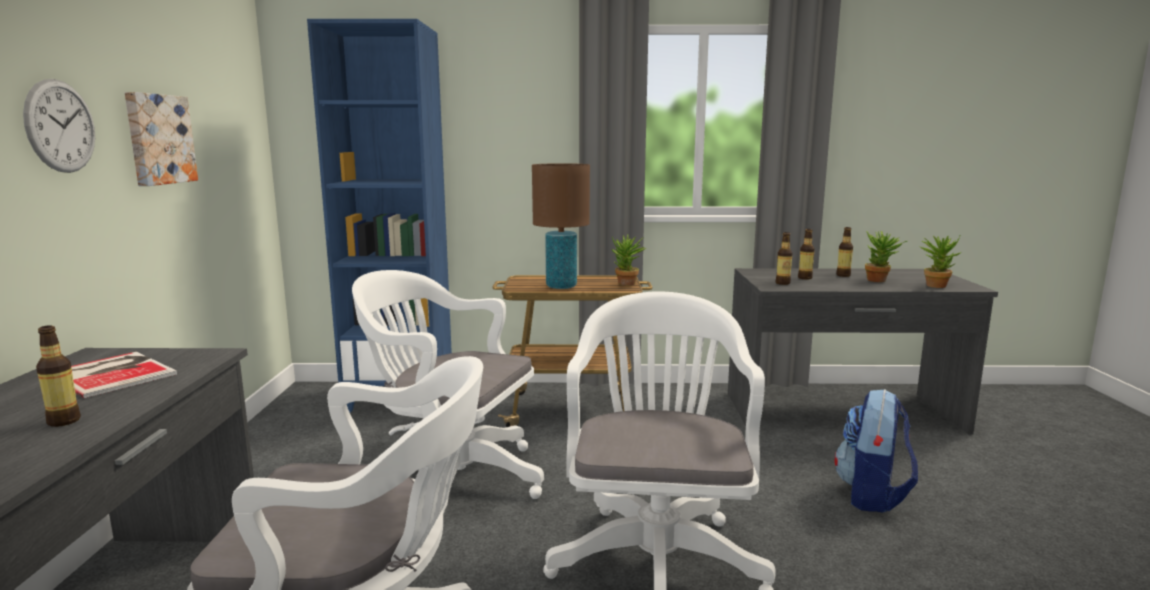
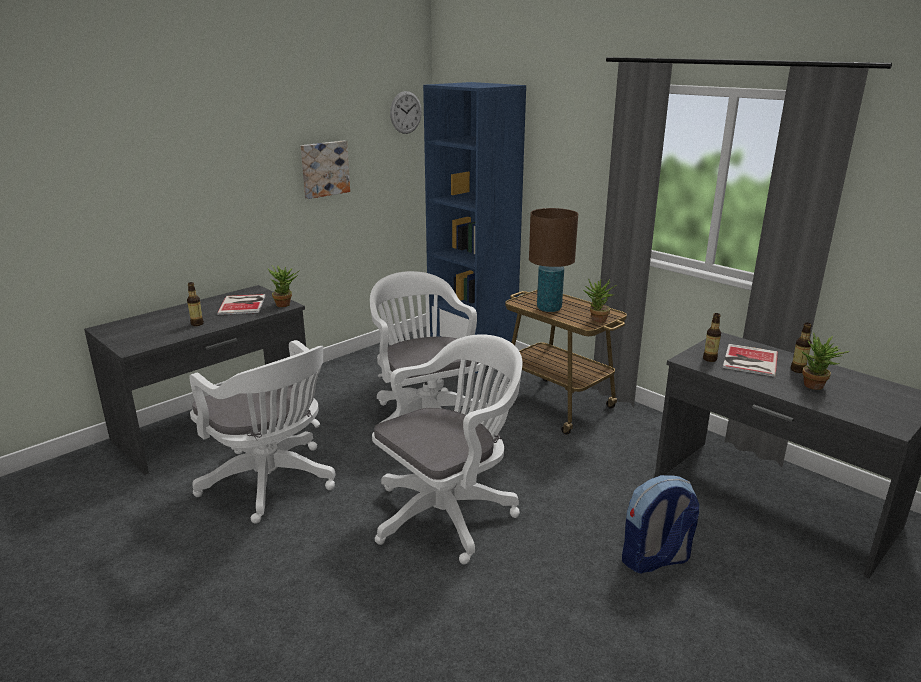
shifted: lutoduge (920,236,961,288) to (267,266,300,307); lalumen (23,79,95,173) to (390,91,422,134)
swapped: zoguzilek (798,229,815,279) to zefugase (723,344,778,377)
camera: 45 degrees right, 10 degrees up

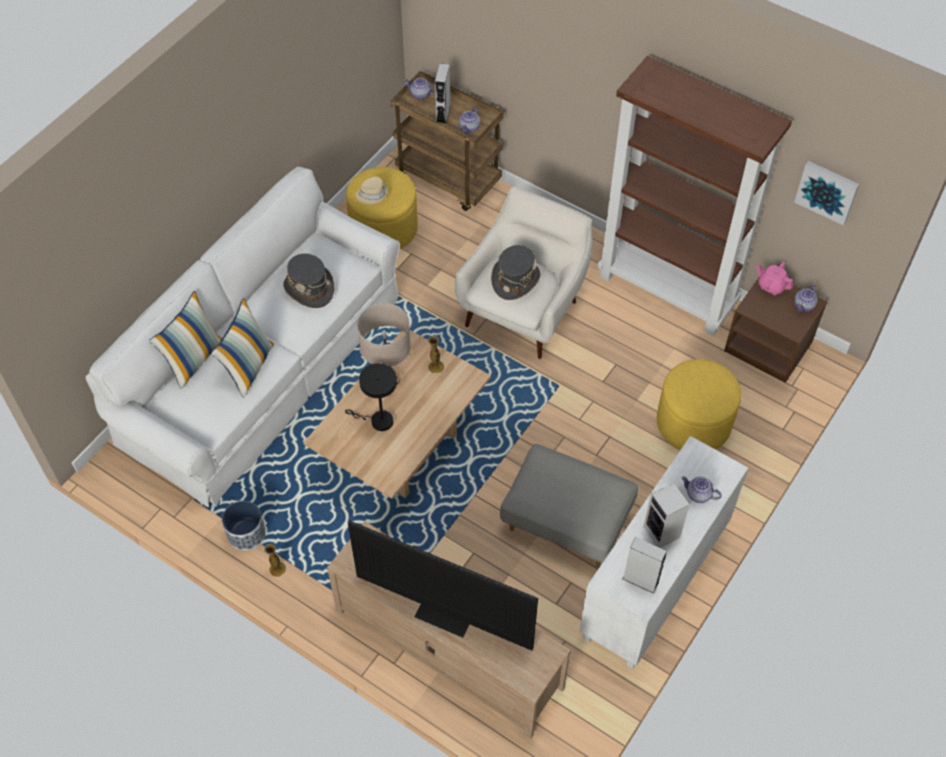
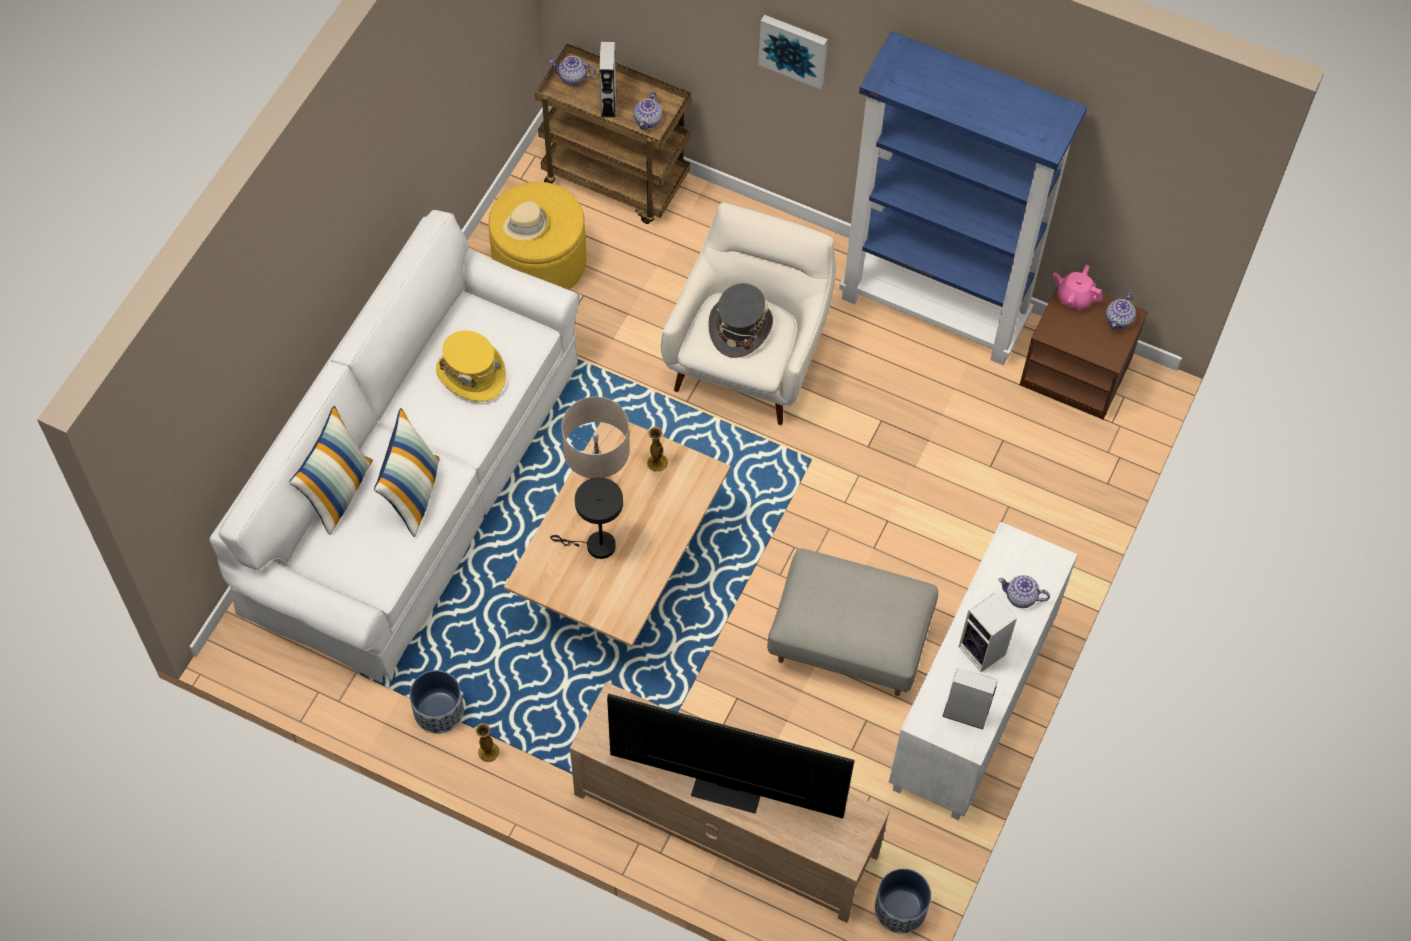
gone: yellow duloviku (657,359,741,450)
new: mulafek (875,869,931,934)
shifted: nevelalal (794,161,860,225) to (758,15,828,89)
repainted: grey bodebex (283,254,334,308) to yellow bodebex (436,330,506,402); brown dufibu (598,56,792,336) to blue dufibu (839,31,1087,365)
camera: 10 degrees left, 5 degrees up

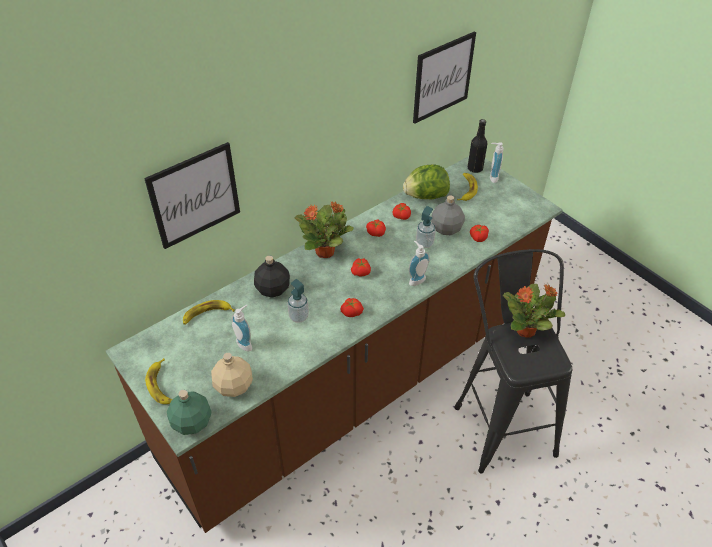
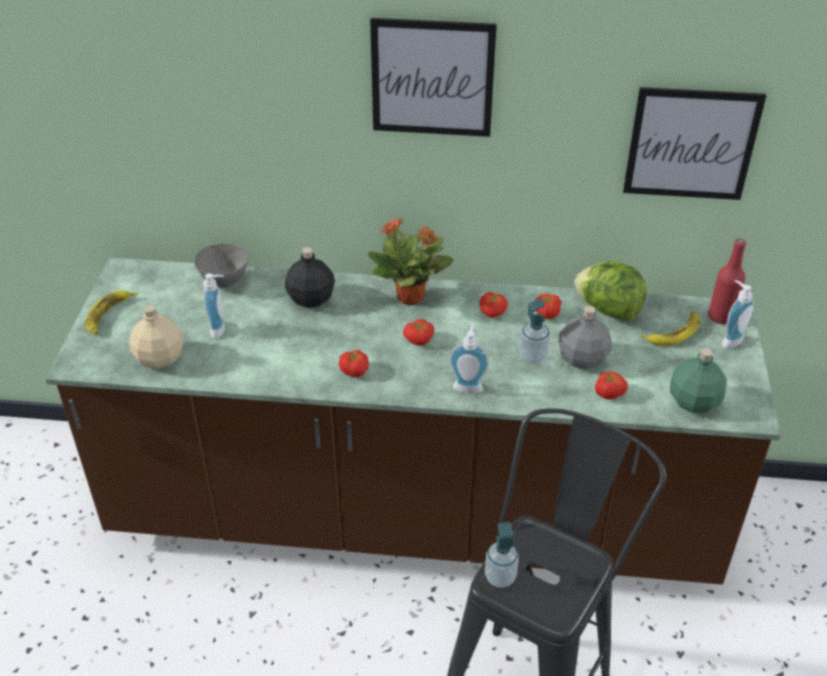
gone: lutoduge (503,284,565,338)
shifted: nevelalal (144,142,240,249) to (370,18,497,137); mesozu (287,279,309,323) to (485,522,519,588); green zoguzilek (167,389,212,435) to (670,348,727,413)
swapped: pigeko (183,300,235,325) to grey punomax (194,243,248,288)
repainted: black zoguzilek (468,119,488,173) to red zoguzilek (708,239,746,324)
camera: 45 degrees right, 5 degrees down

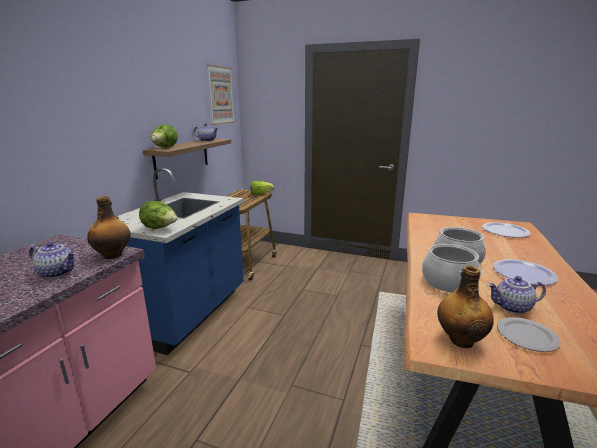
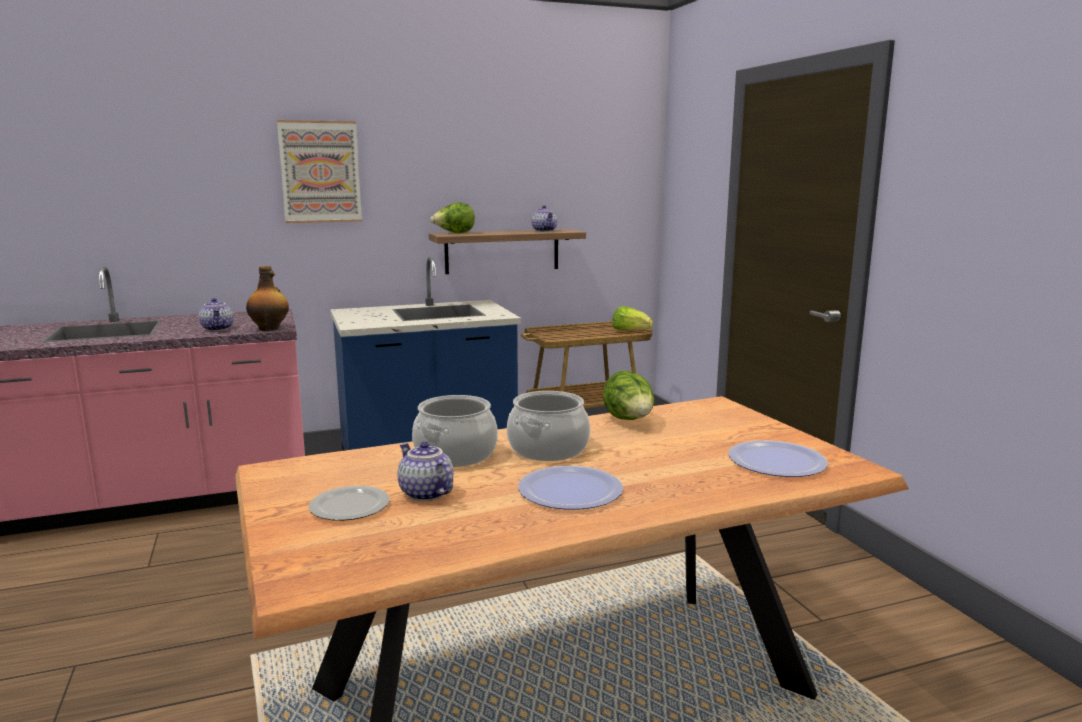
gone: zoguzilek (437,266,494,348)
shifted: nevelalal (207,65,235,125) to (277,120,362,223); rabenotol (139,201,178,229) to (603,371,655,420)
camera: 50 degrees right, 5 degrees down

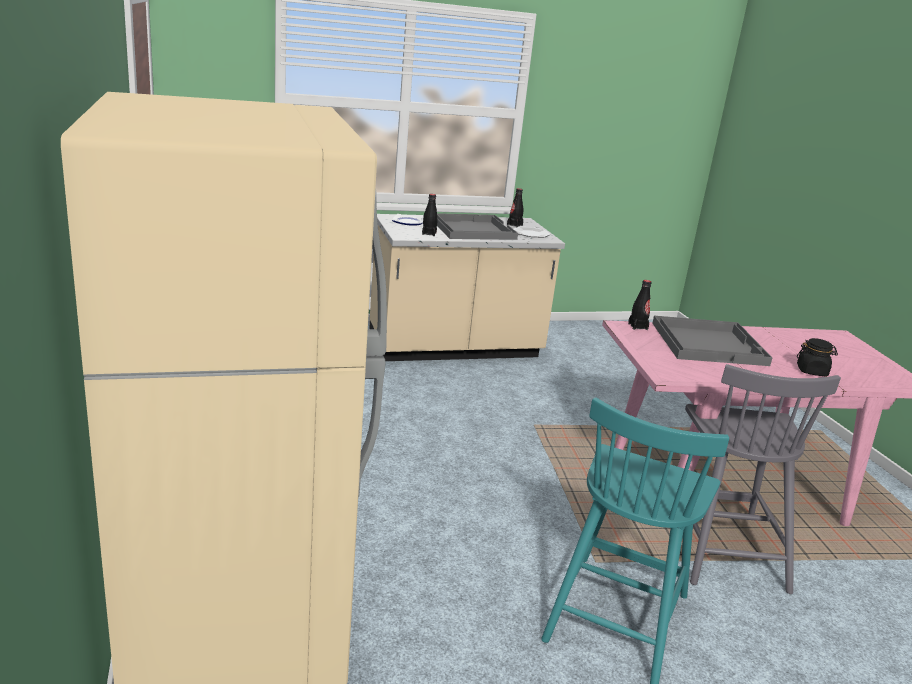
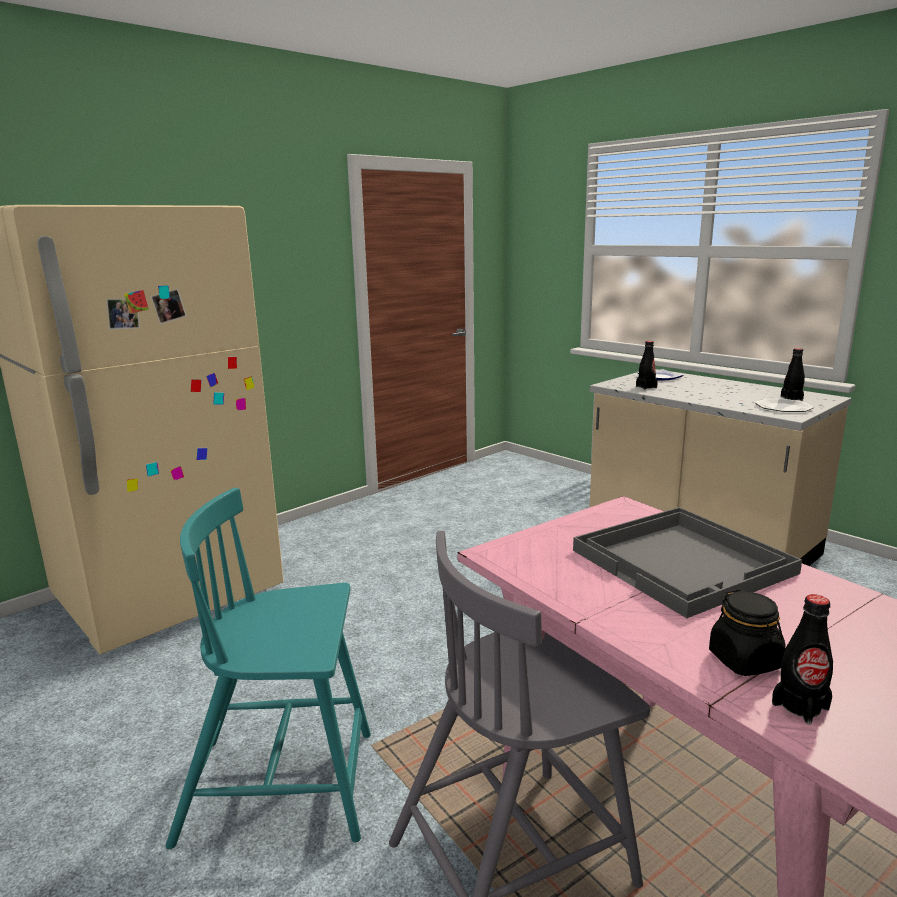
gone: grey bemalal (437,213,518,240)
shifted: black zoguzilek (628,280,652,330) to (772,594,833,725)
camera: 65 degrees right, 5 degrees down

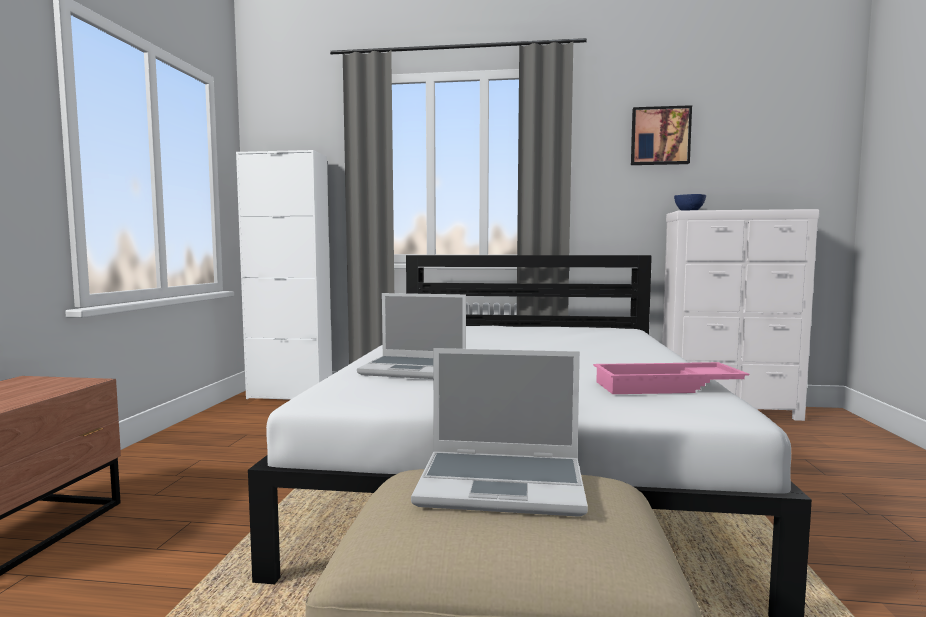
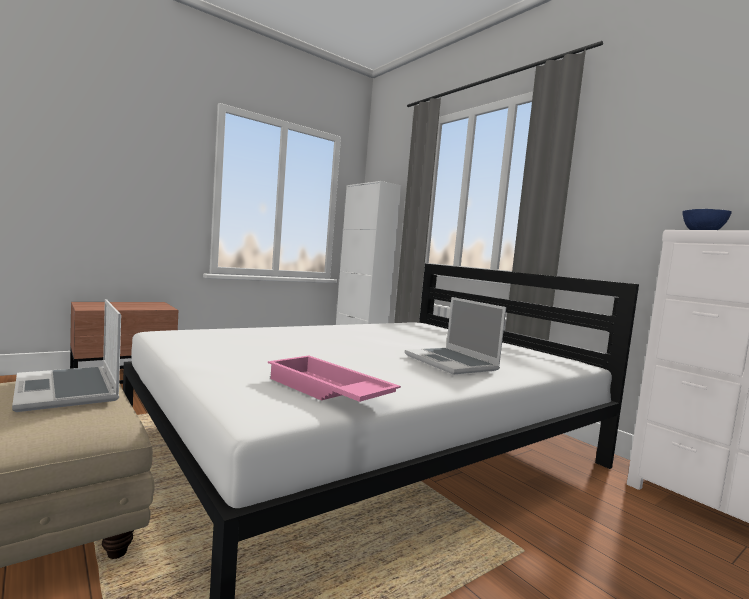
gone: nevelalal (631,105,692,165)
shifted: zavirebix (357,293,466,379) to (405,297,506,375)
camera: 45 degrees right, 0 degrees up

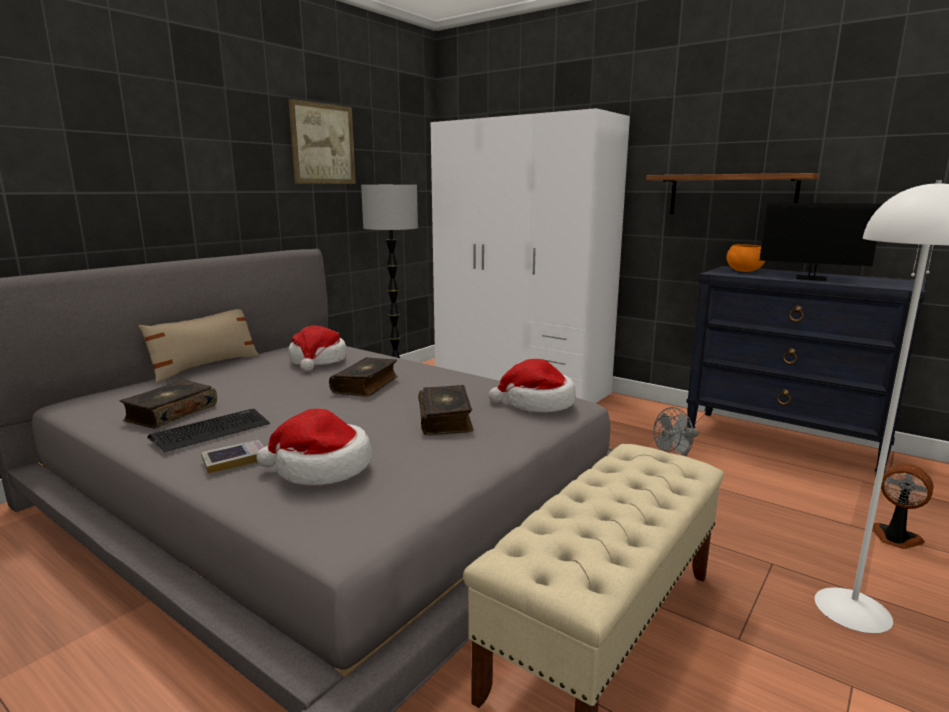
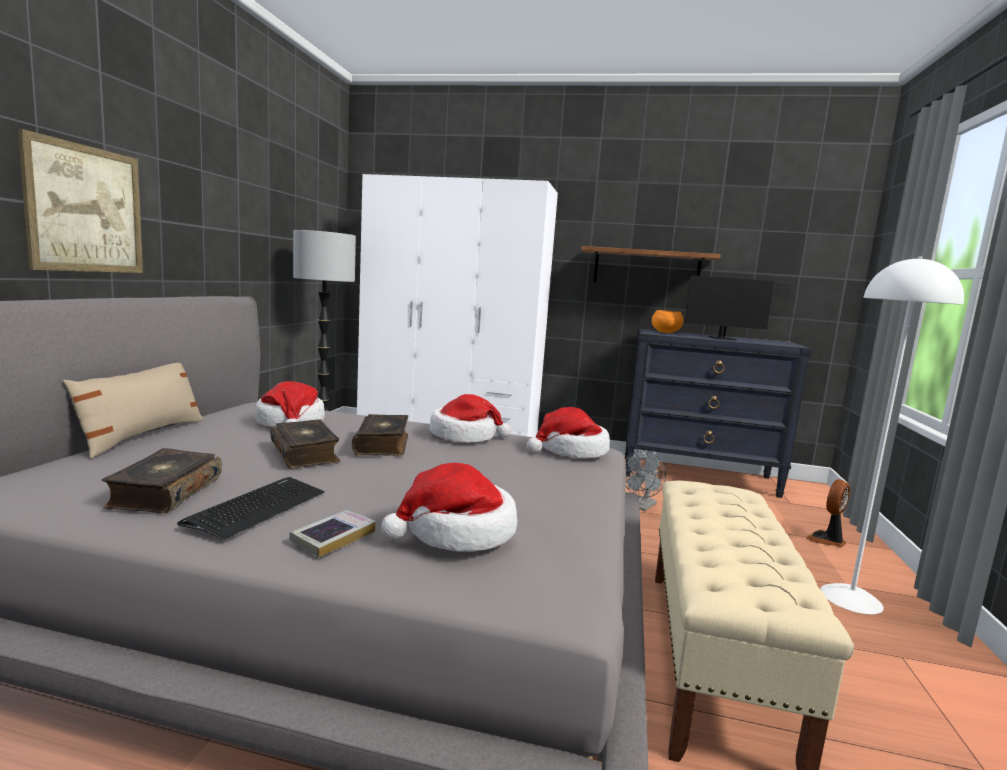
new: bodebex (429,394,511,443)
shifted: nevelalal (288,99,356,184) to (18,129,143,273); zefugase (418,385,474,435) to (270,419,341,469)
rotated: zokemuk (872,464,934,549) = (806,479,850,547) 60 degrees counterclockwise
camera: 25 degrees left, 5 degrees down

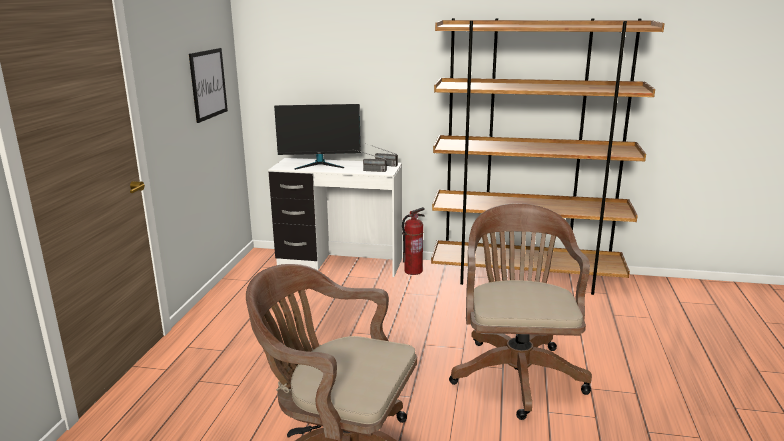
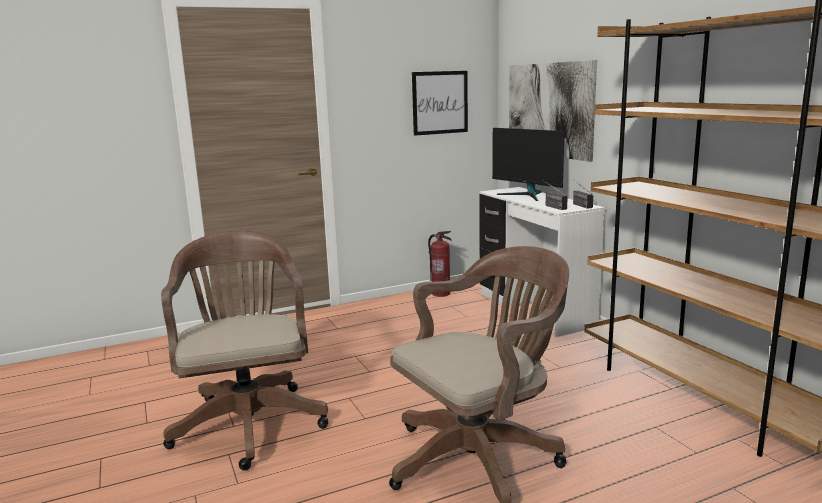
new: nevelalal (509,60,597,162)
shifted: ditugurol (402,207,425,275) to (428,231,452,297)
camera: 55 degrees right, 5 degrees down

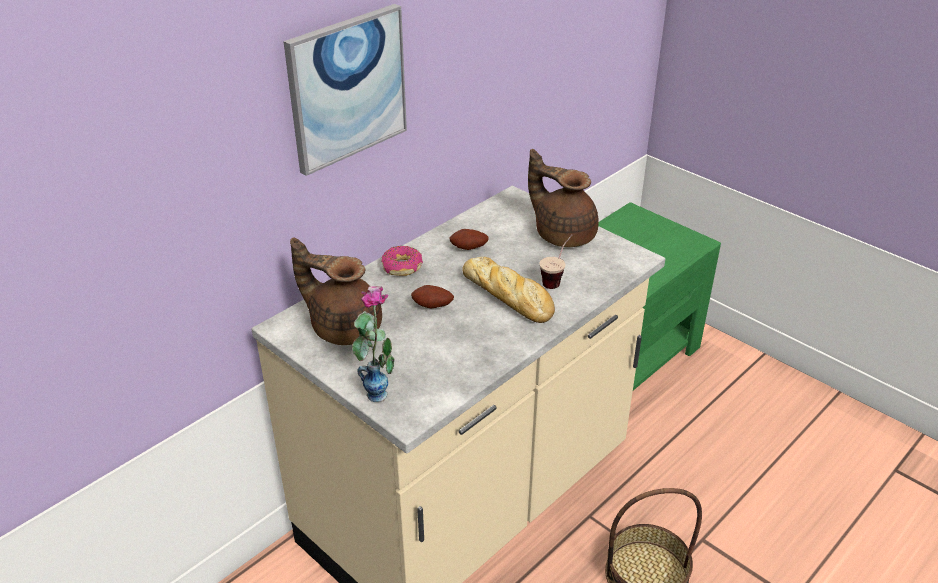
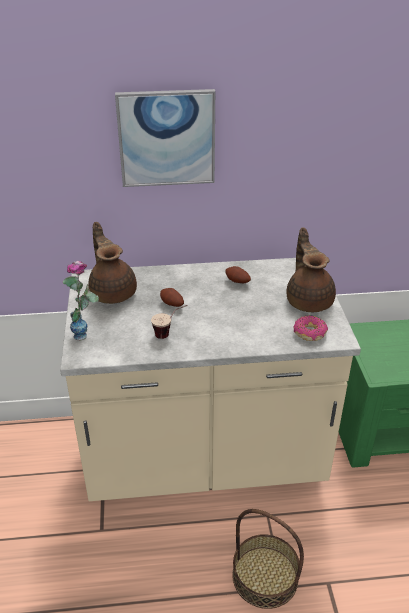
gone: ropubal (462,257,555,323)
shifted: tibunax (540,234,573,289) to (151,305,188,339); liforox (381,246,423,276) to (293,315,328,341)
camera: 40 degrees right, 0 degrees up

